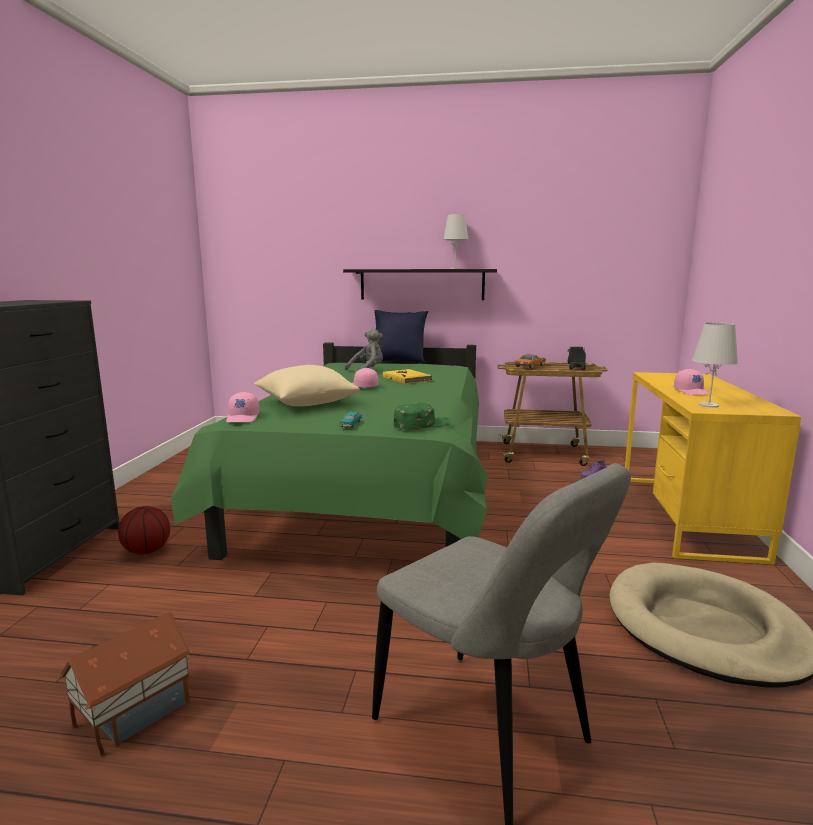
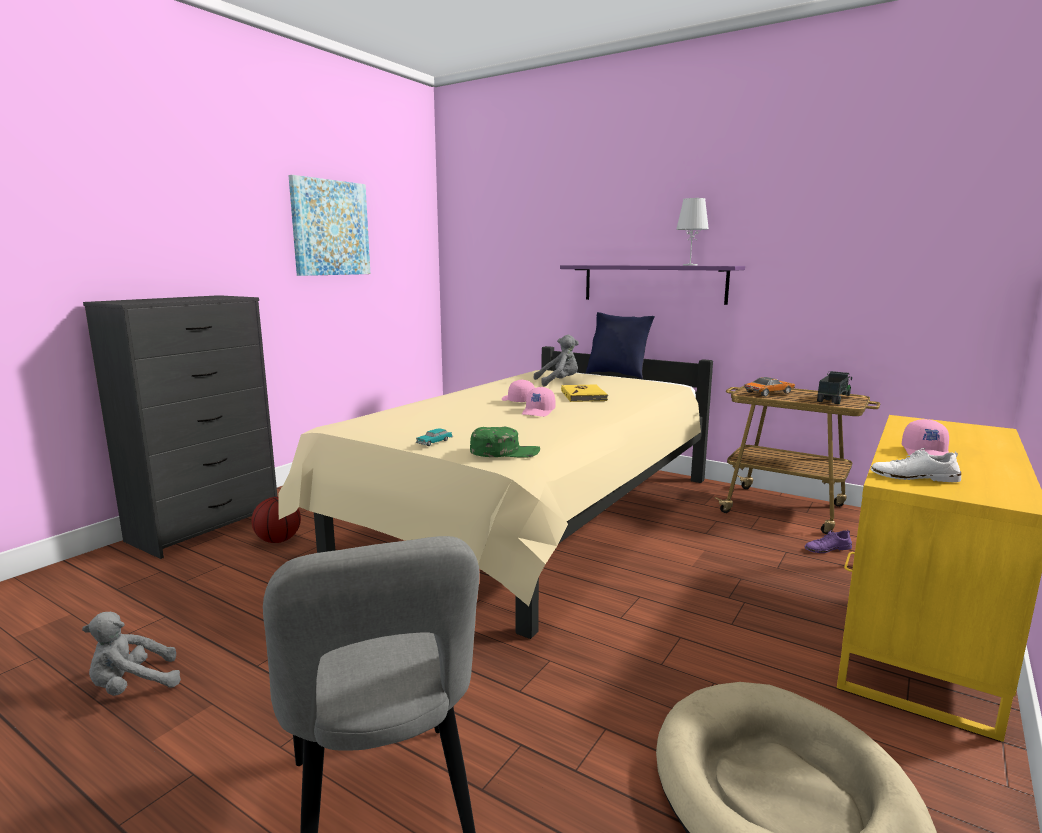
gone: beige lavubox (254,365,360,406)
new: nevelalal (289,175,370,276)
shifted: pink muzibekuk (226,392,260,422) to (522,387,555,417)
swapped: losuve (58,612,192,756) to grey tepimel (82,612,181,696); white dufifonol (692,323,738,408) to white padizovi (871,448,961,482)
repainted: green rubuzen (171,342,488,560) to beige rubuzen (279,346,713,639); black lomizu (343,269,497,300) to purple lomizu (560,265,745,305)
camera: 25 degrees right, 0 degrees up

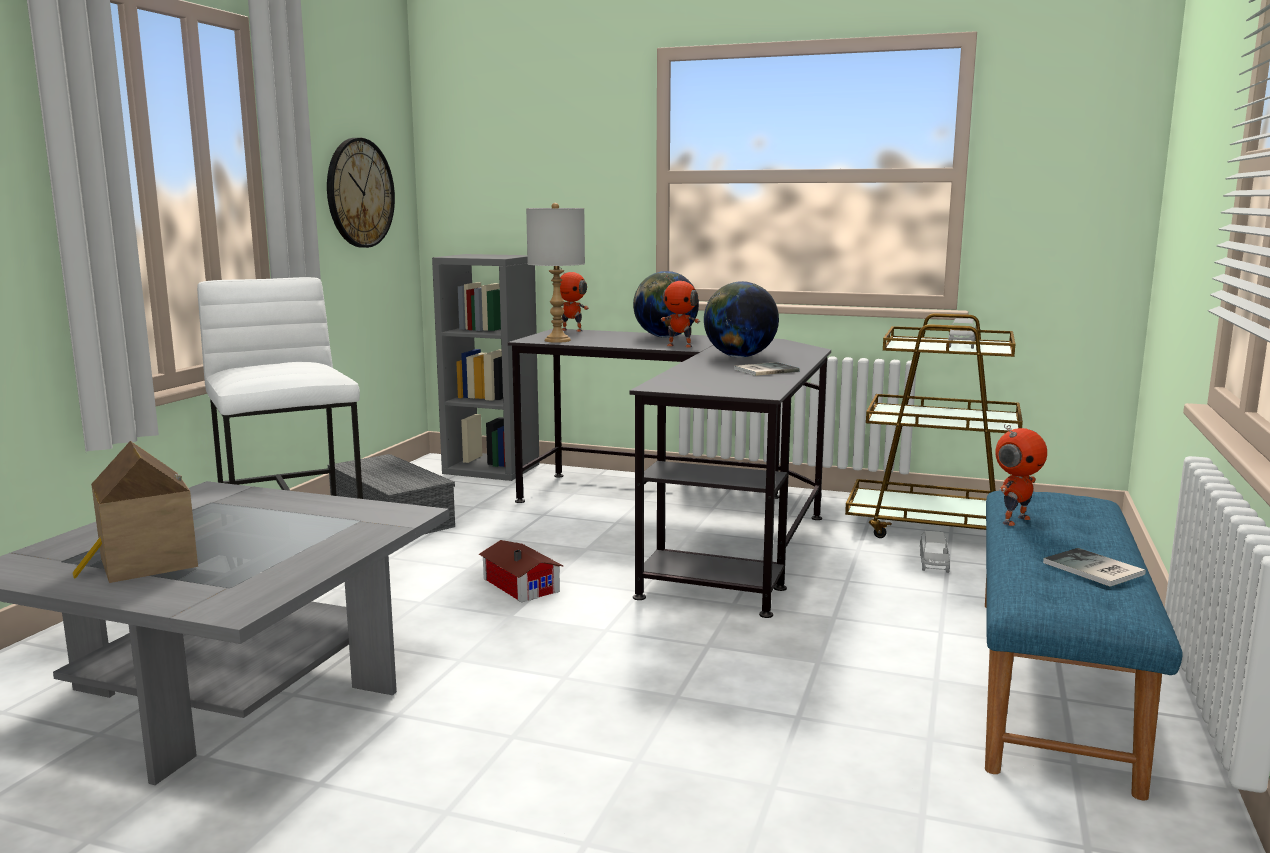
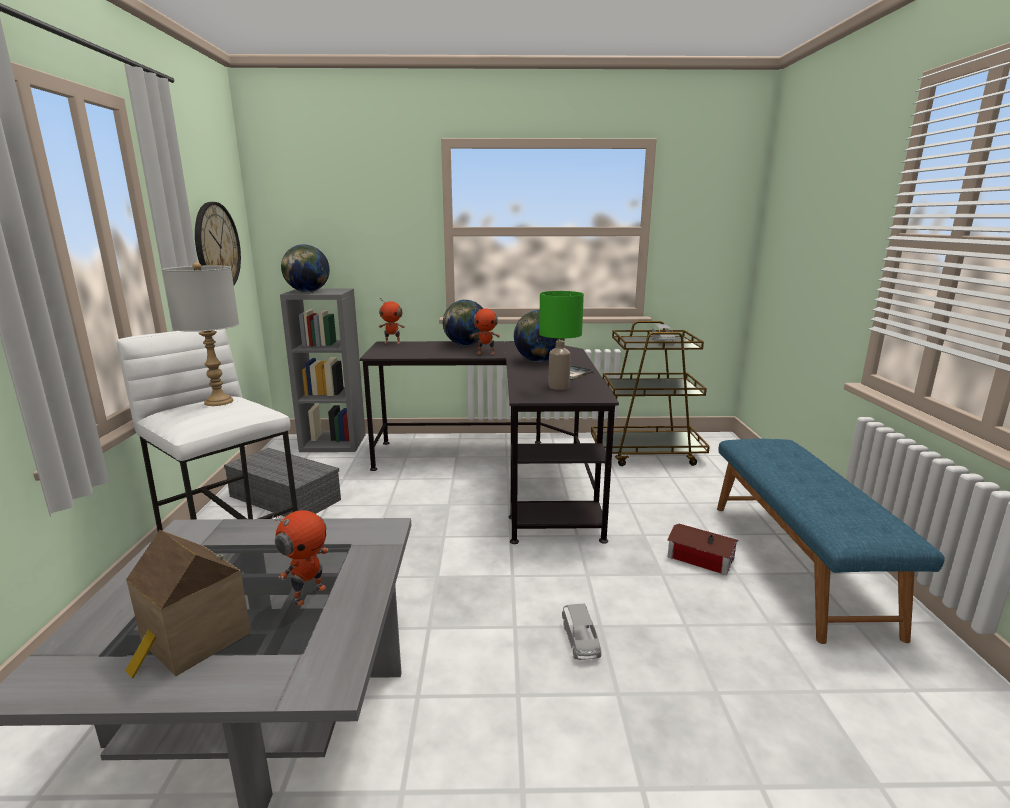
gone: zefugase (1043,548,1146,587)
new: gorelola (281,244,330,292); green dufifonol (539,291,584,390)
shifted: grey dufifonol (526,203,585,343) to (162,262,239,406); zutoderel (995,424,1047,526) to (272,510,328,606); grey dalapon (920,531,950,573) to (562,604,601,660); losuve (479,540,563,602) to (667,524,739,575)
camera: 20 degrees left, 5 degrees up

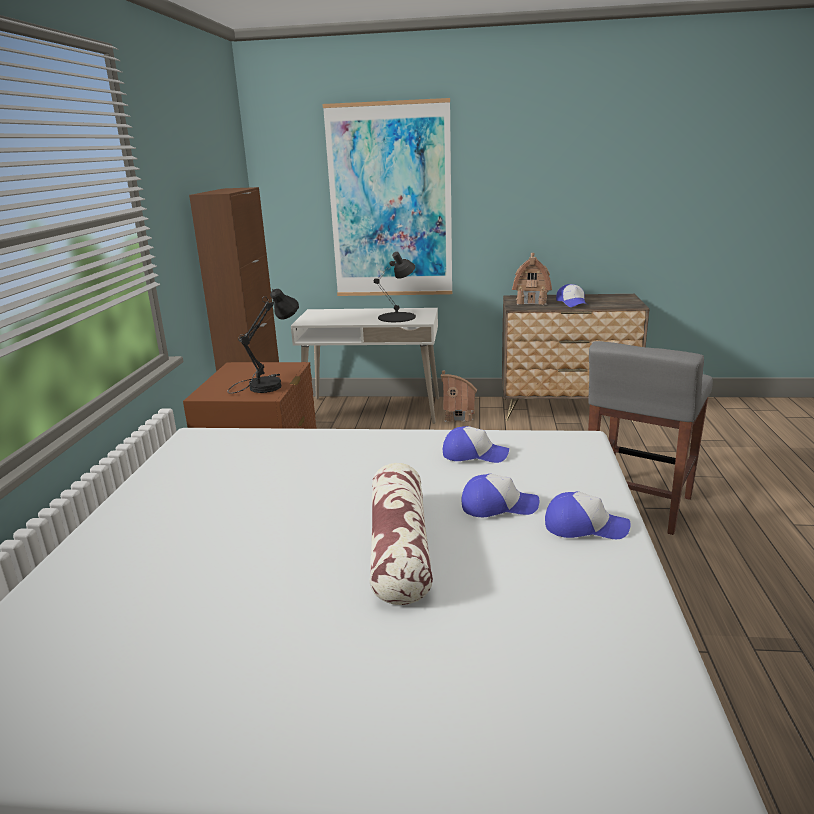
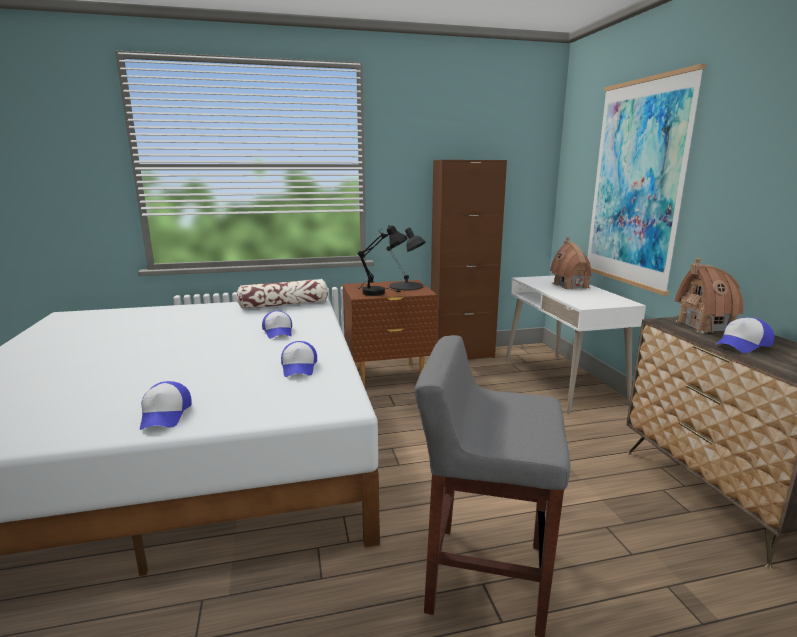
shifted: lavubox (370,463,433,605) to (236,279,328,309); muzibekuk (461,474,539,517) to (262,311,292,339); black dufifonol (374,252,416,322) to (387,227,426,290); losuve (441,370,477,422) to (550,237,592,290)
camera: 70 degrees right, 5 degrees down

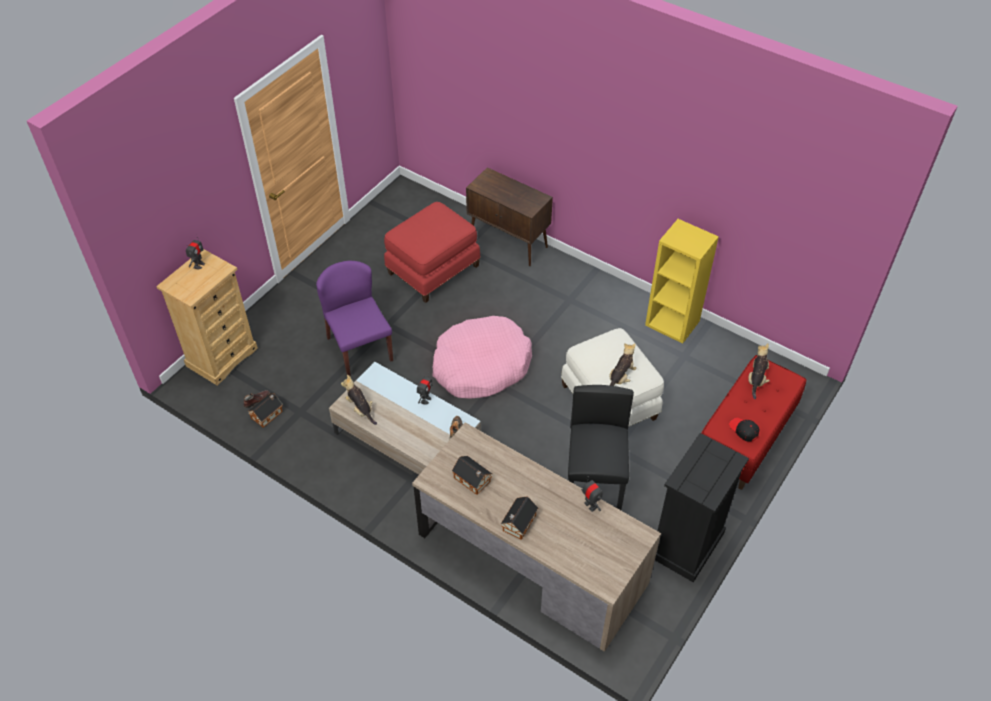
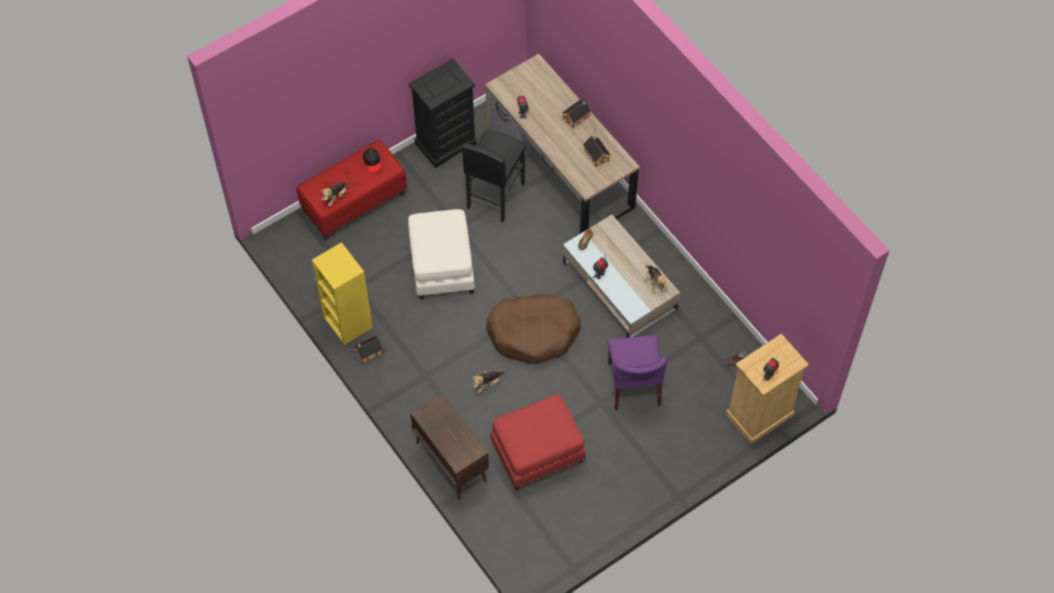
shifted: losuve (248,393,283,428) to (353,336,383,364); tepimel (609,343,637,386) to (473,371,504,393)
repainted: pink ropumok (433,316,532,399) to brown ropumok (486,294,581,364)
camera: 160 degrees left, 10 degrees up

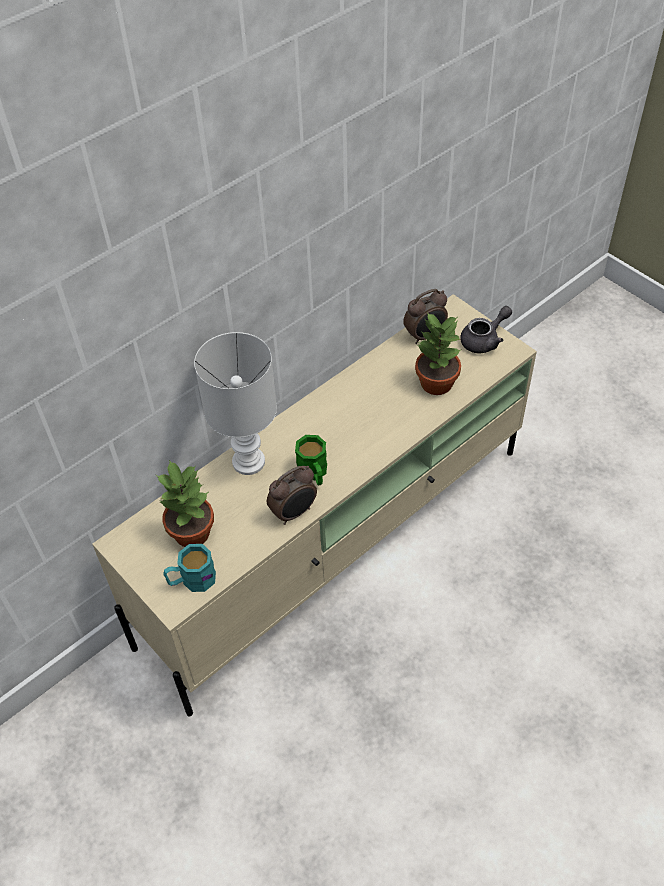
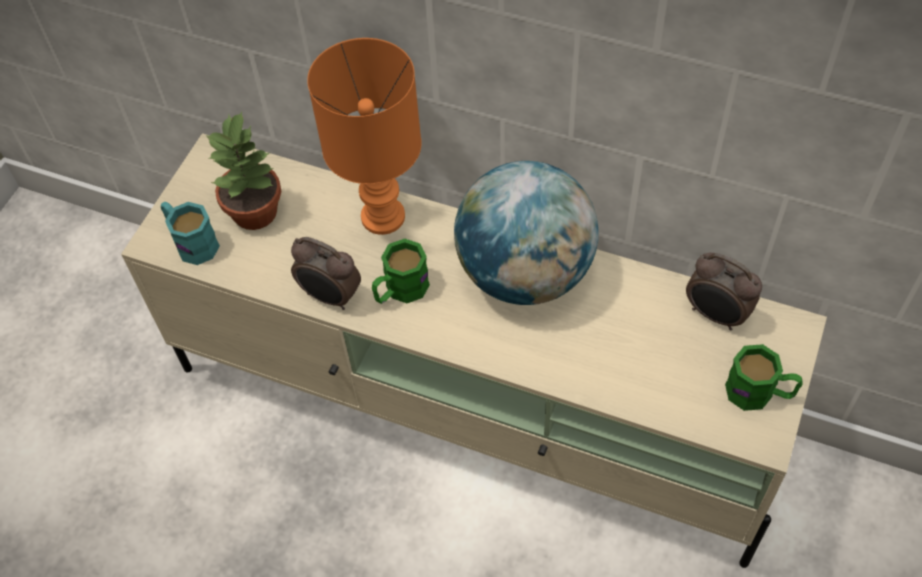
gone: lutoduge (415,312,462,395)
new: gorelola (454,161,599,305)
swapped: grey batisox (460,306,512,353) to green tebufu (725,344,803,411)
repainted: white dufifonol (194,332,277,475) to orange dufifonol (307,38,422,235)
camera: 65 degrees right, 5 degrees up

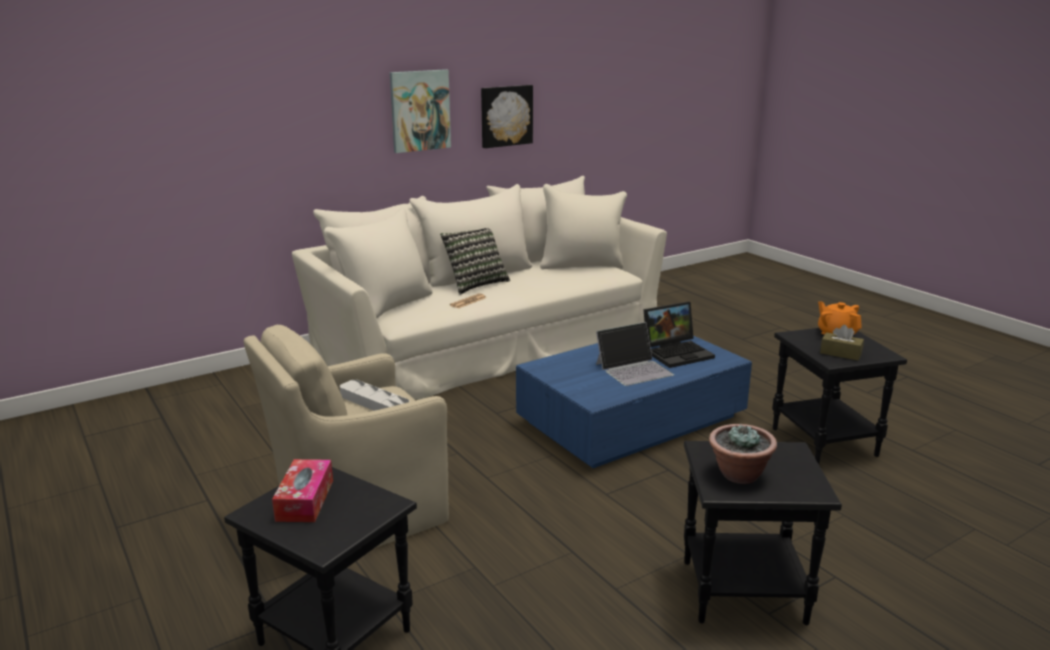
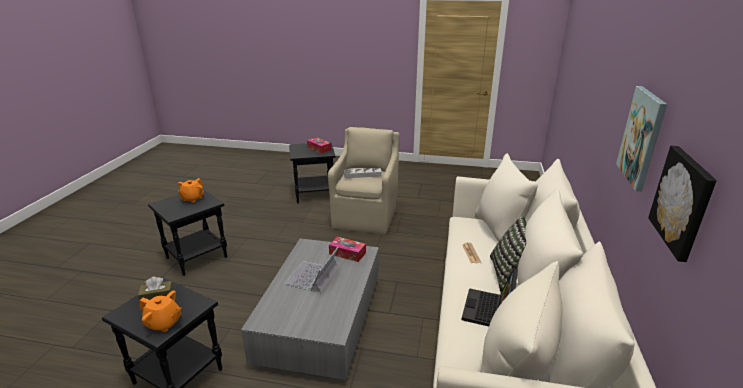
new: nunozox (329,237,366,262)
shifted: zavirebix (643,302,715,368) to (461,268,518,326)
swapped: lutoduge (709,423,777,484) to orange batisox (178,178,204,203)
repainted: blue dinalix (516,336,752,468) to grey dinalix (241,239,379,380)
camera: 135 degrees right, 5 degrees up

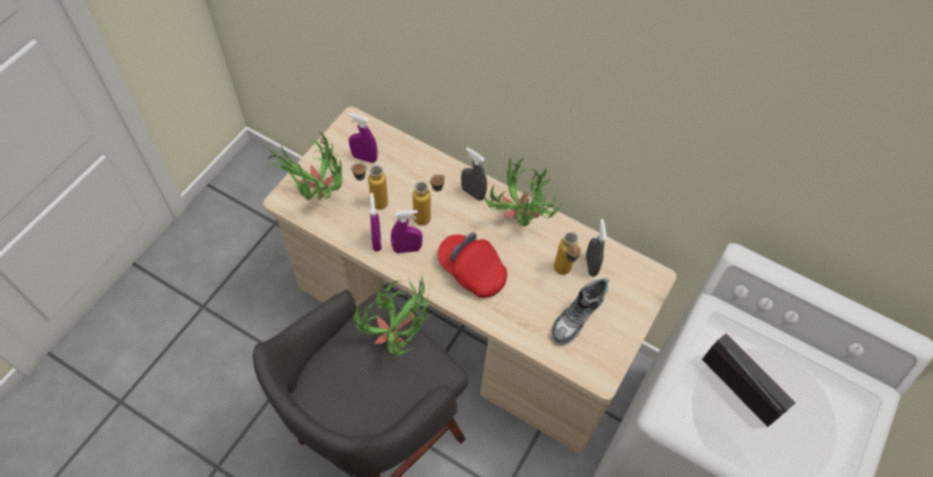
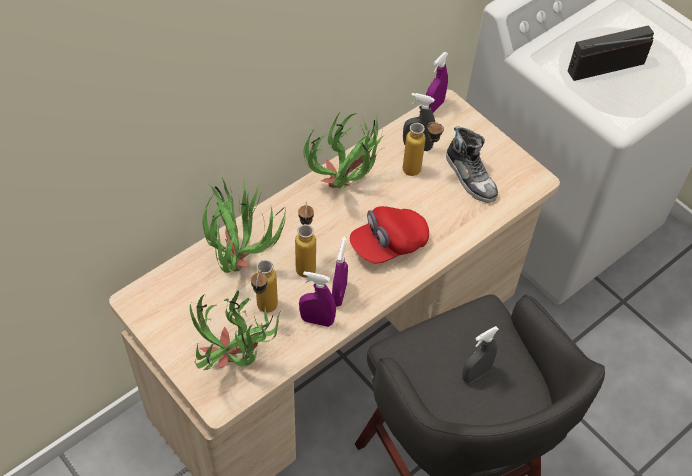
shifted: lutoduge (354,277,434,355) to (202,177,286,273); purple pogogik (348,113,378,163) to (426,52,449,113); grey pogogik (461,147,487,201) to (462,326,499,383)
camera: 70 degrees left, 5 degrees down

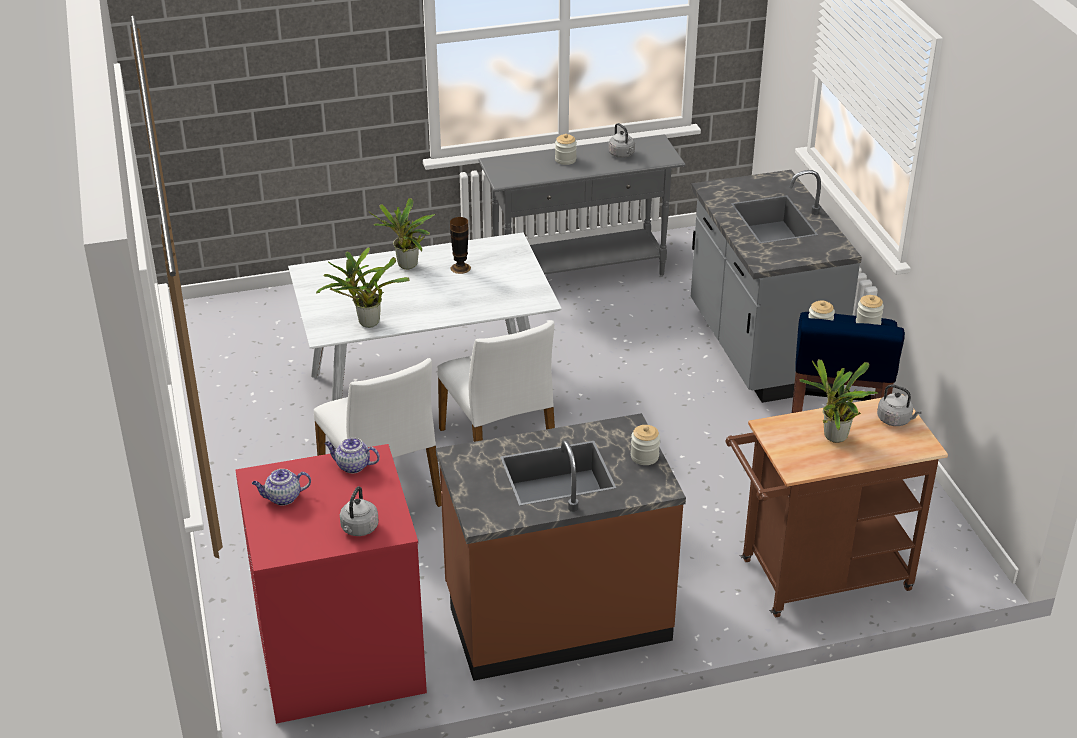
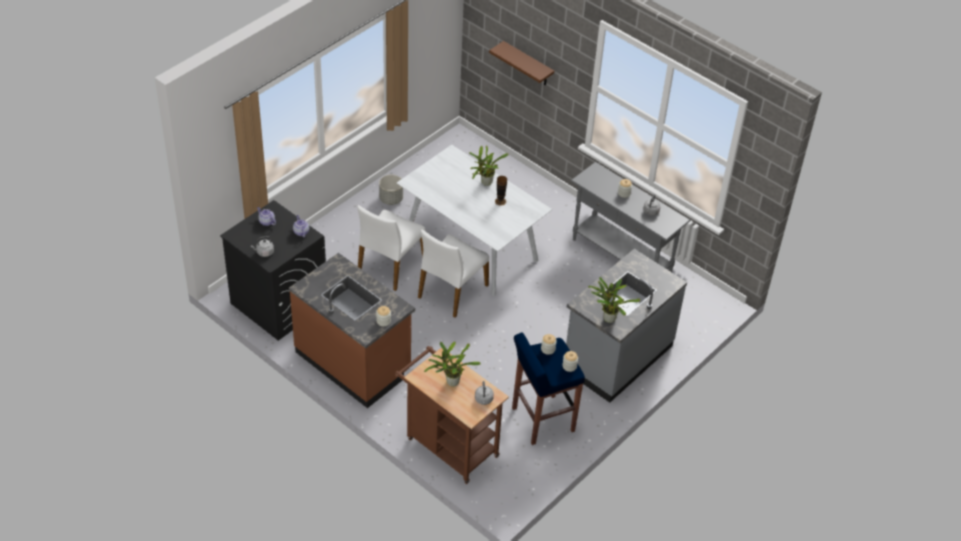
new: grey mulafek (379,175,403,205); brown lomizu (489,41,554,86)
shifted: lutoduge (316,247,409,328) to (588,277,640,323)
repainted: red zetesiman (235,444,427,724) to black zetesiman (220,200,326,341)
camera: 55 degrees right, 10 degrees up

